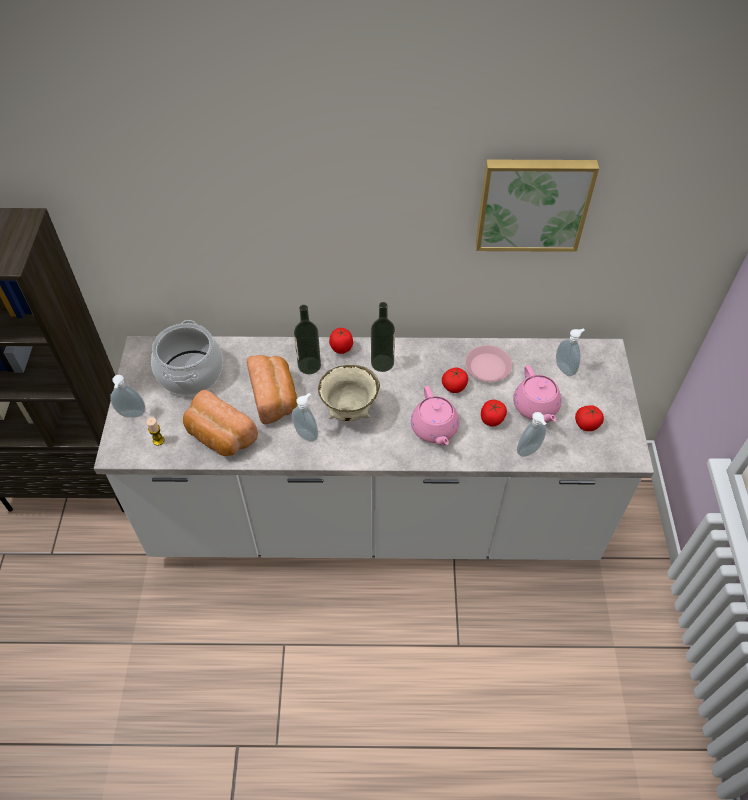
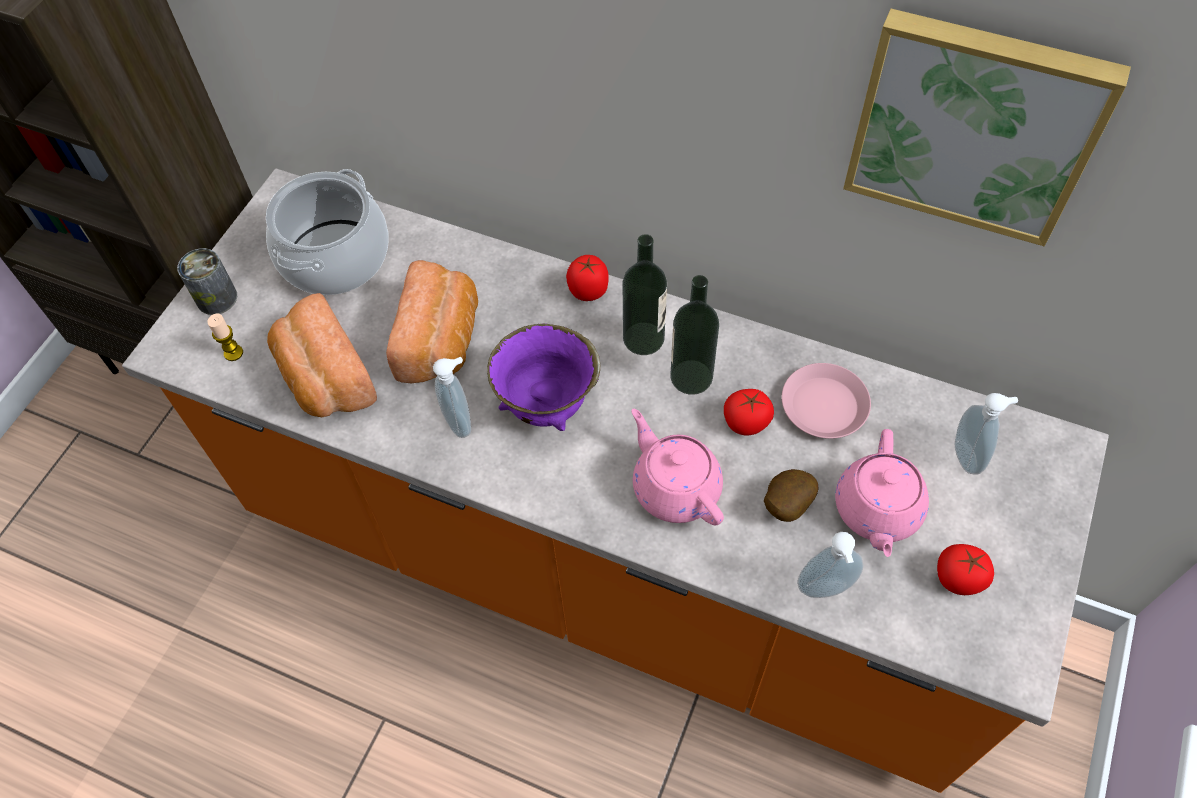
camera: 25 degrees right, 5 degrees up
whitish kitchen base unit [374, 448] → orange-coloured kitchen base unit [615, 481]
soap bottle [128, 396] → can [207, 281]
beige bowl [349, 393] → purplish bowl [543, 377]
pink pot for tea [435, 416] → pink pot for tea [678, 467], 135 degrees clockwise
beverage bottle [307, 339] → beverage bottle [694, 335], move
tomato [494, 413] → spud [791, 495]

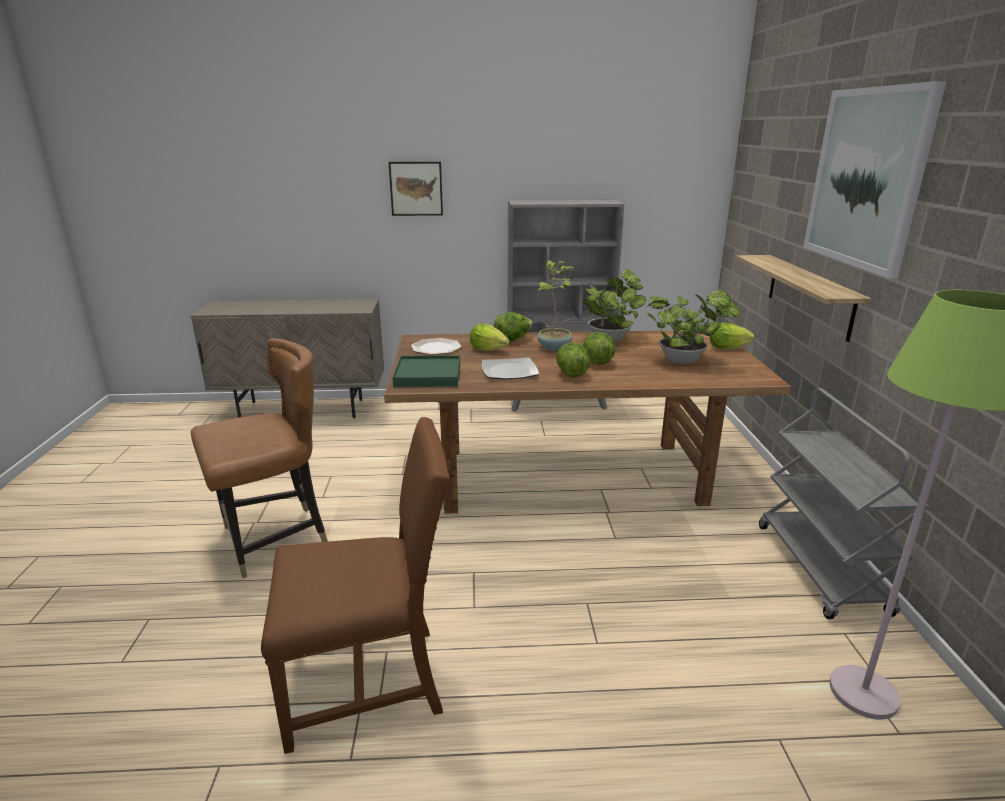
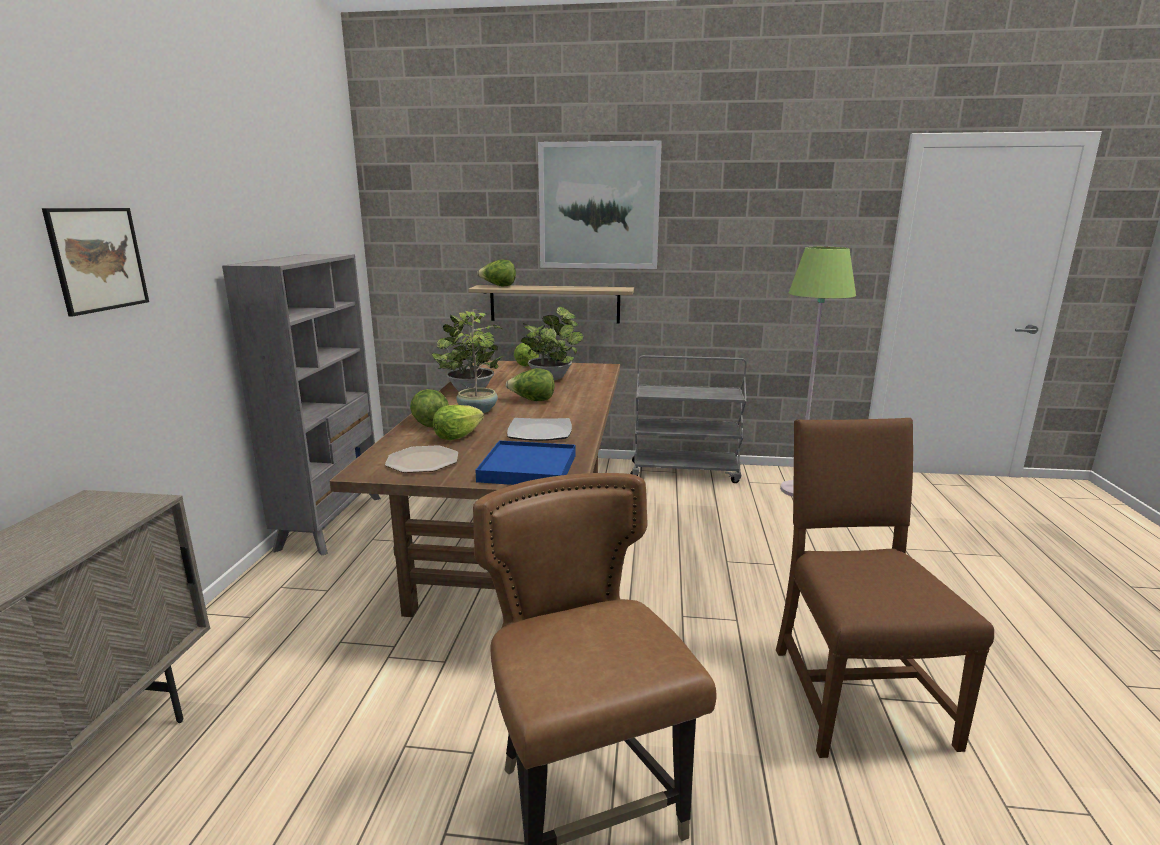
camera: 80 degrees left, 5 degrees down
green tray [426, 371] → blue tray [525, 463]
head of lettuce [573, 360] → head of lettuce [496, 272], move

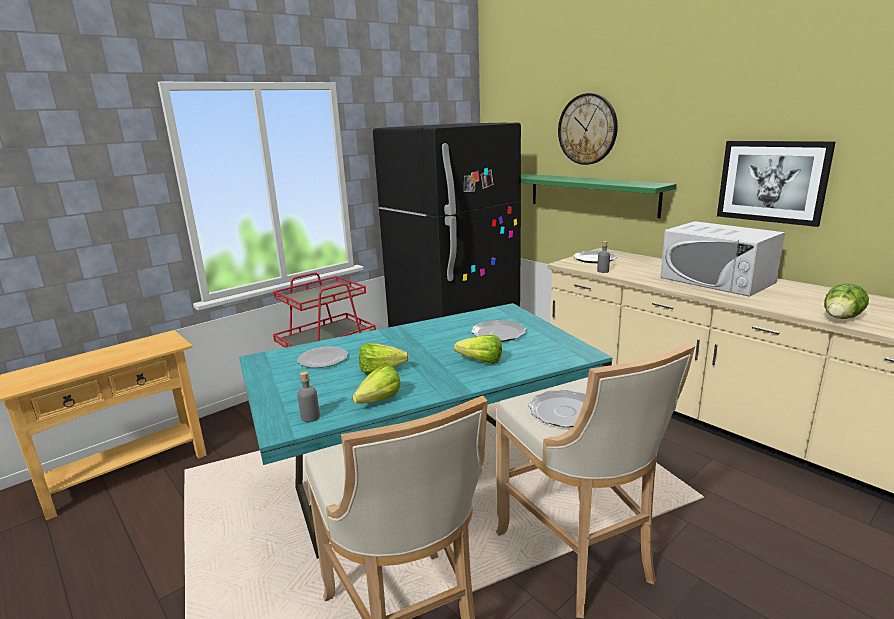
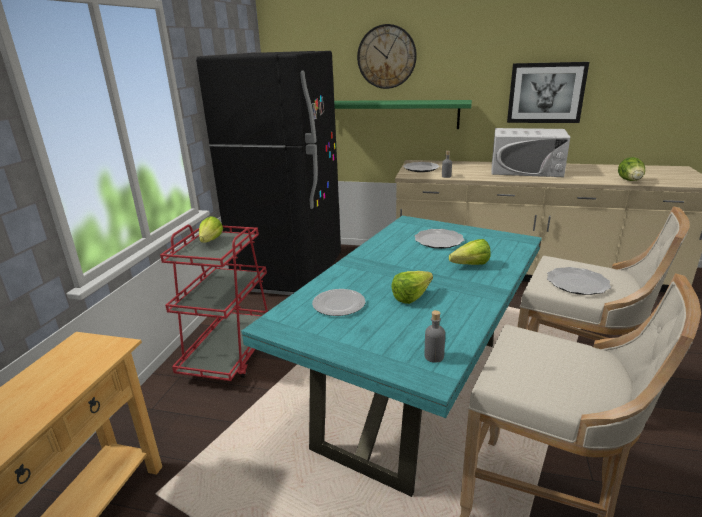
camera: 35 degrees left, 5 degrees up
head of lettuce [377, 384] → head of lettuce [211, 229], move

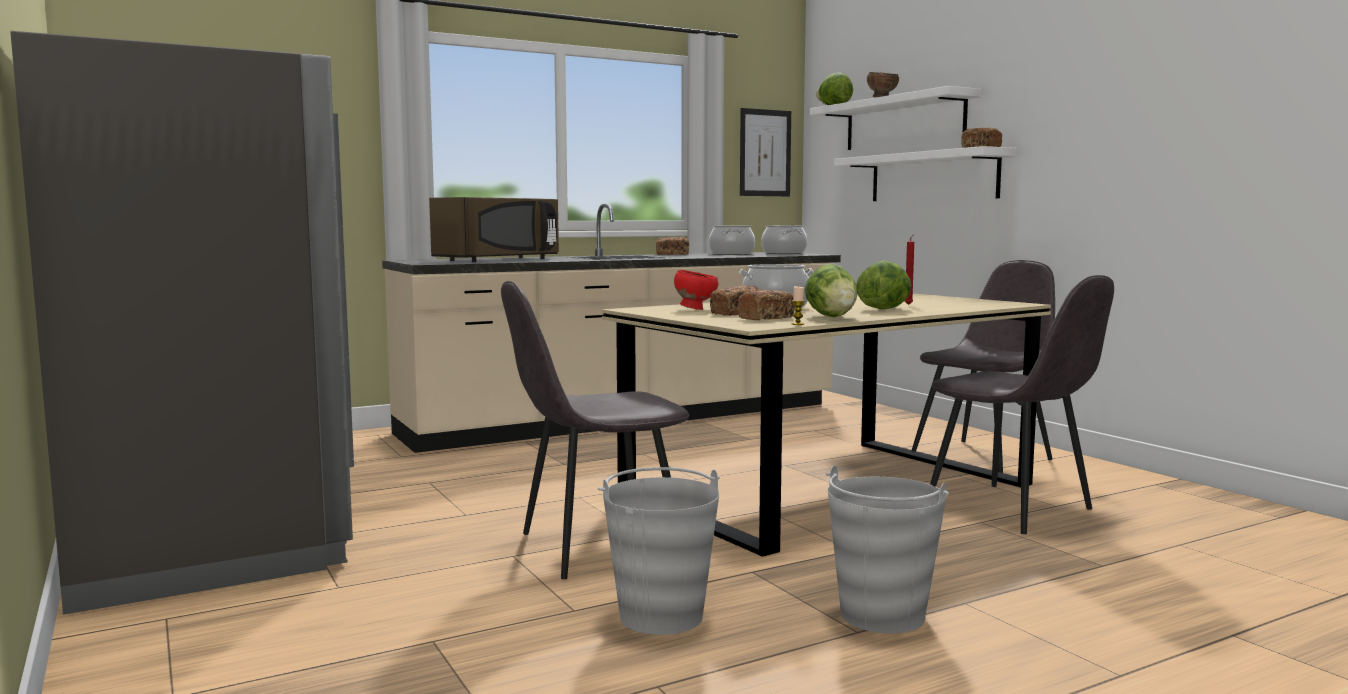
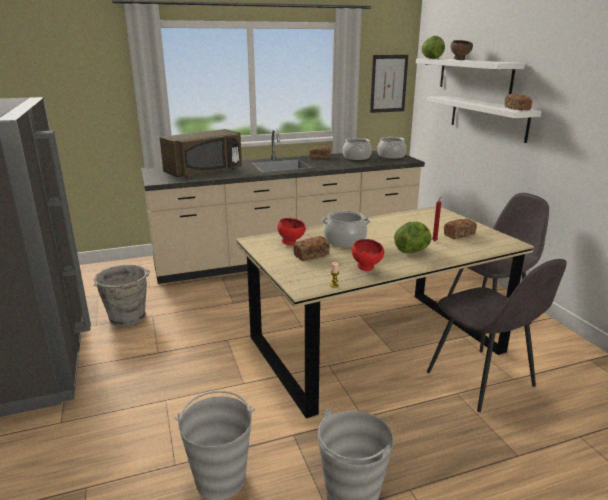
camera: 10 degrees right, 15 degrees up
- → gray pail [122, 295]
head of lettuce [831, 290] → reddish bowl [368, 255]
bread [766, 305] → bread [460, 229], move
gray plain chair [595, 430] → -

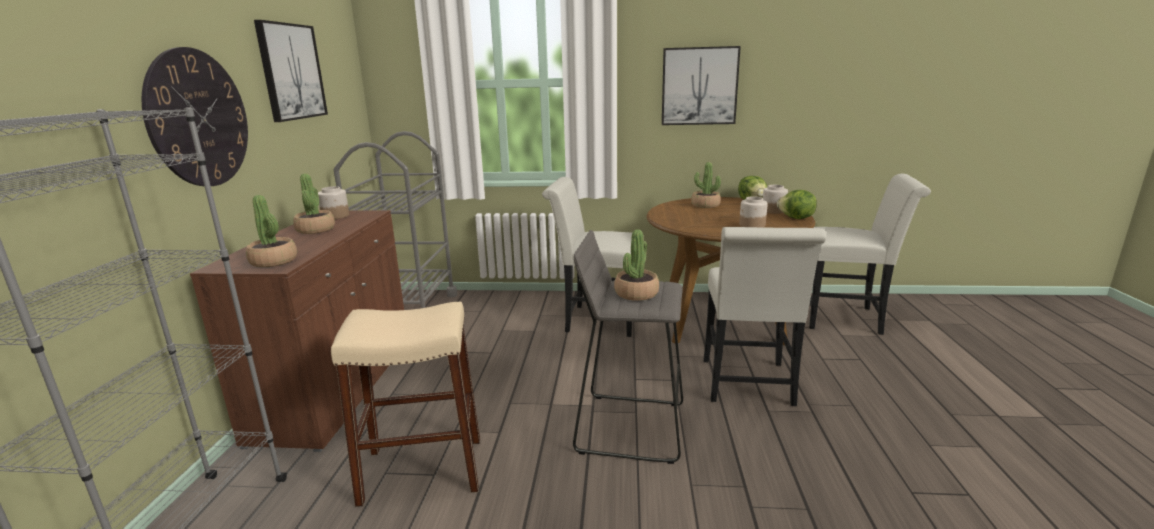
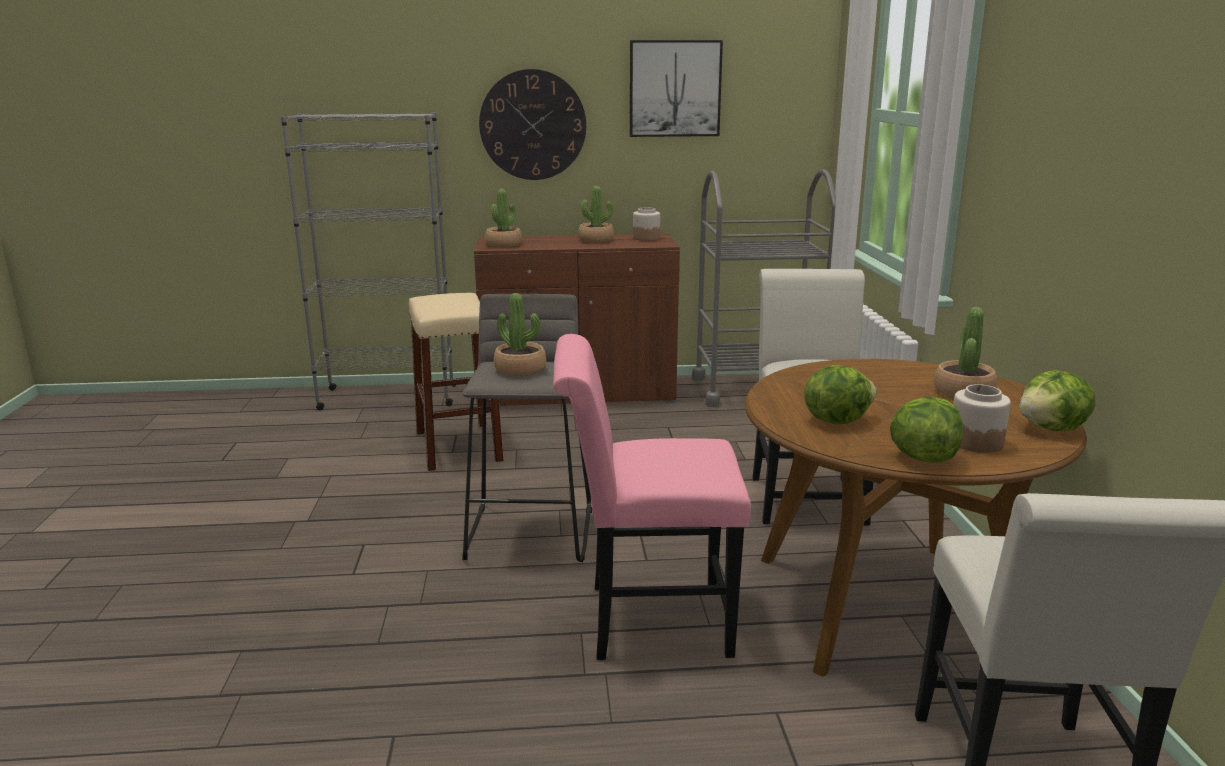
camera: 80 degrees right, 0 degrees up
whitish plain chair [765, 316] → pink plain chair [652, 497]
preserve jar [753, 211] → head of lettuce [840, 395]
wall art [701, 85] → -

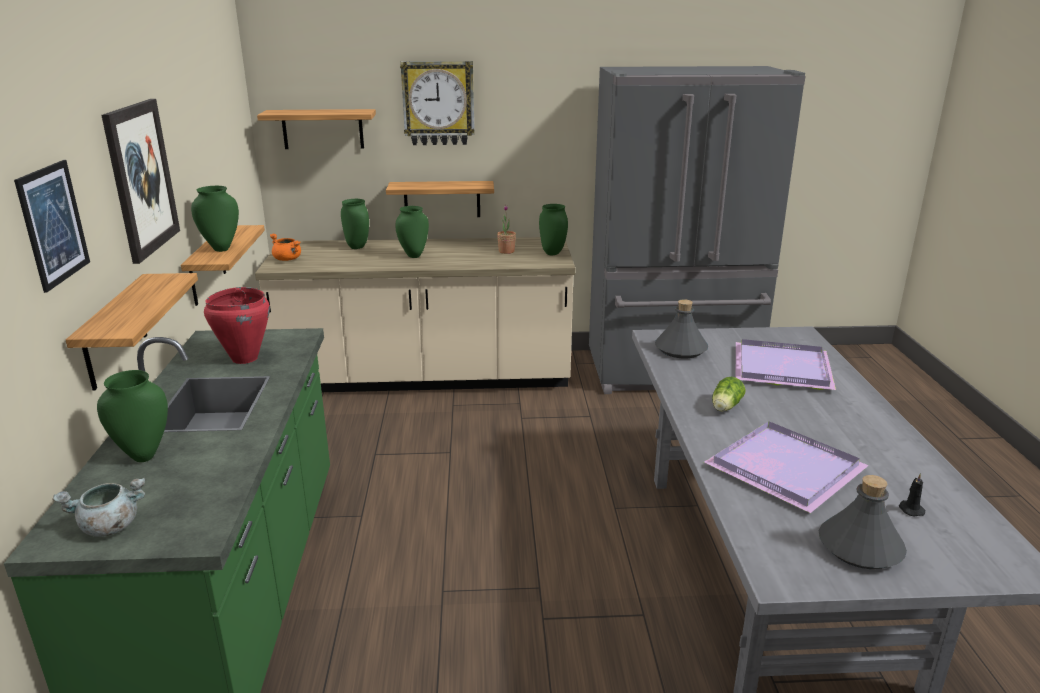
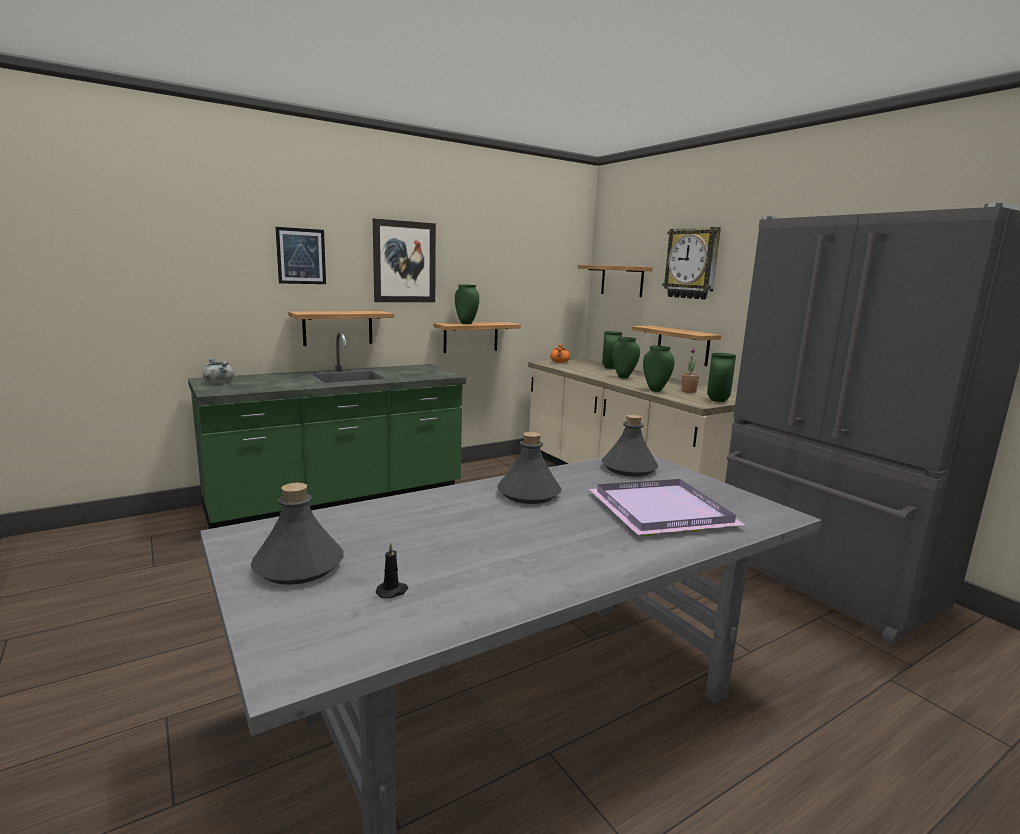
camera: 60 degrees right, 10 degrees down
head of lettuce [729, 394] → gray beverage bottle [529, 468]
green decorative vase [132, 416] → green decorative vase [658, 369], move
reddish saucepot [237, 325] → -
purplish tray [786, 467] → -

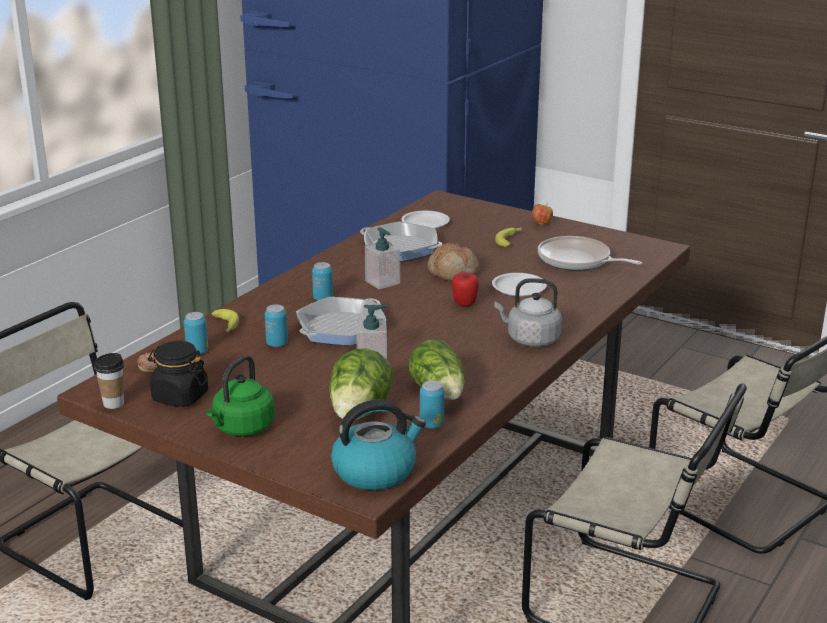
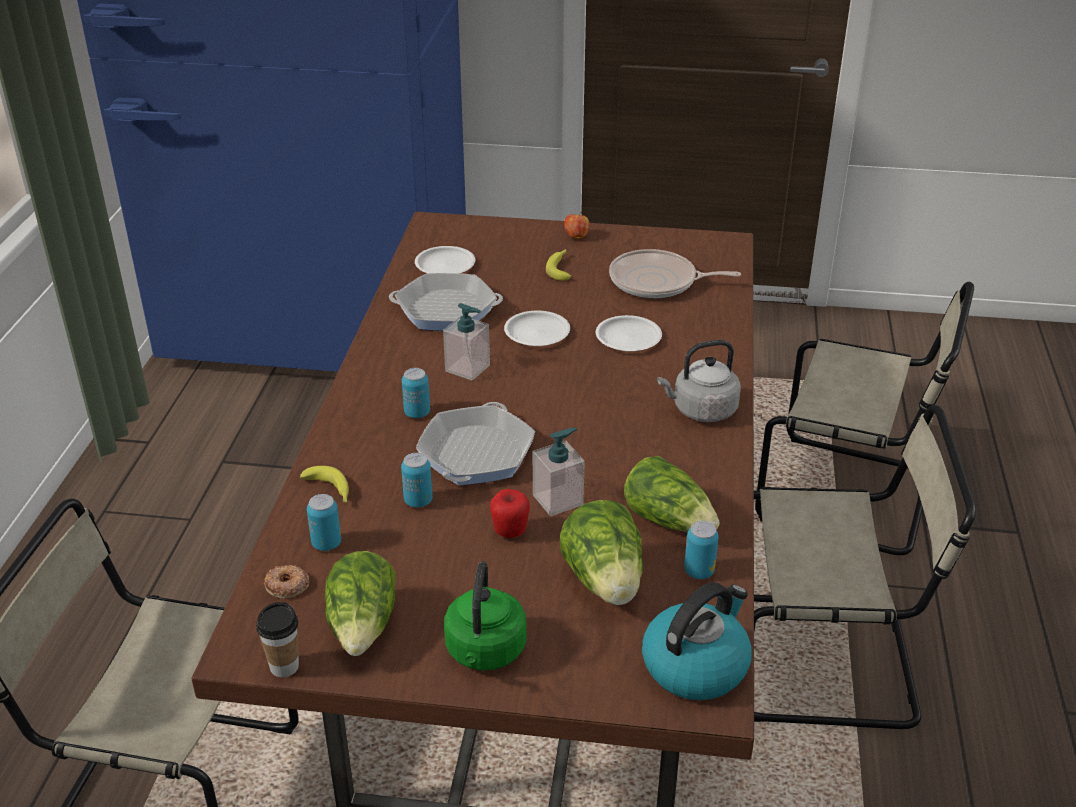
camera: 25 degrees left, 10 degrees up
black-coloured preserve jar [178, 374] → head of lettuce [360, 603]
apple fruit [465, 289] → apple fruit [510, 513], move
bread [453, 261] → whitish dinner plate [537, 328]

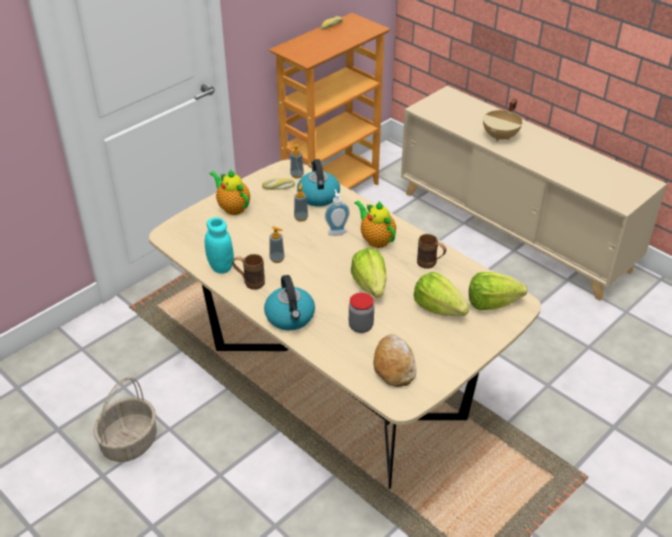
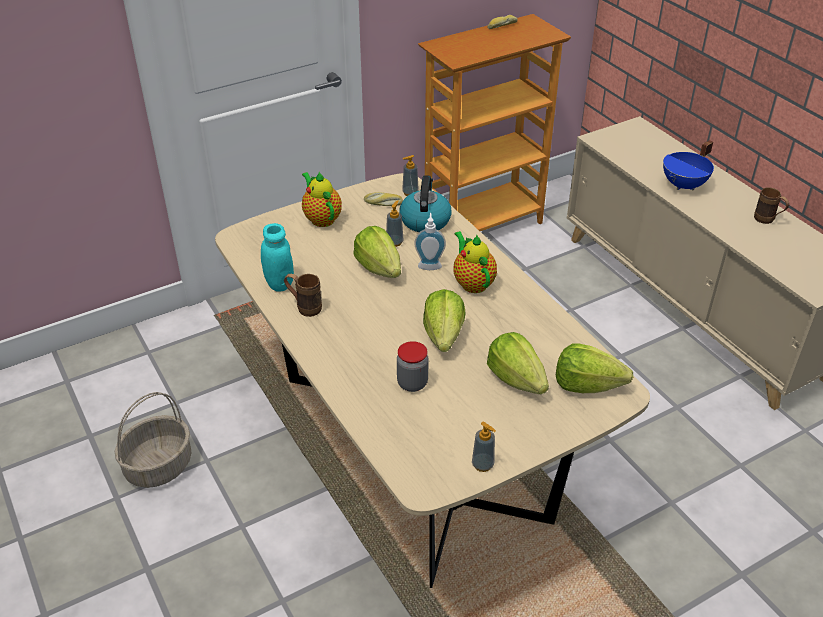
camera: 15 degrees right, 0 degrees up
- → head of lettuce [377, 252]
soap bottle [277, 244] → soap bottle [484, 447], move
beige saucepot [503, 119] → blue saucepot [688, 165]
brownish coffee mug [431, 251] → brownish coffee mug [771, 205], move
kettle [289, 302] → -
bread [395, 360] → -

